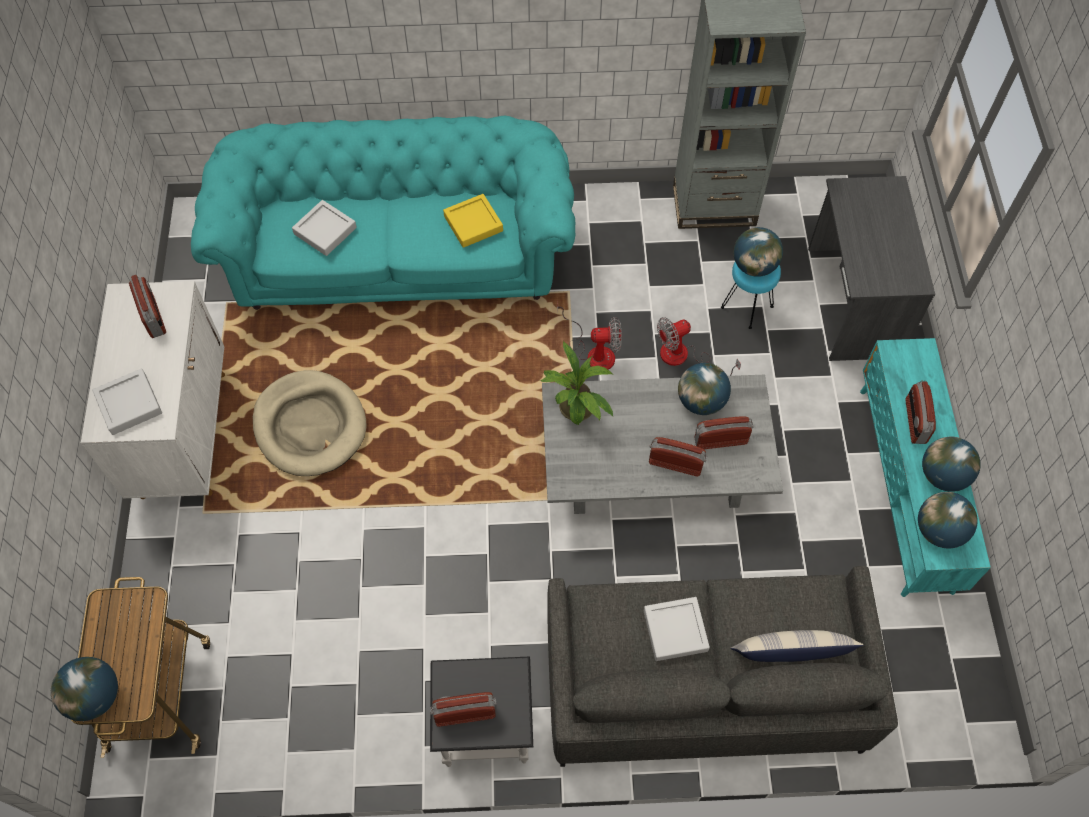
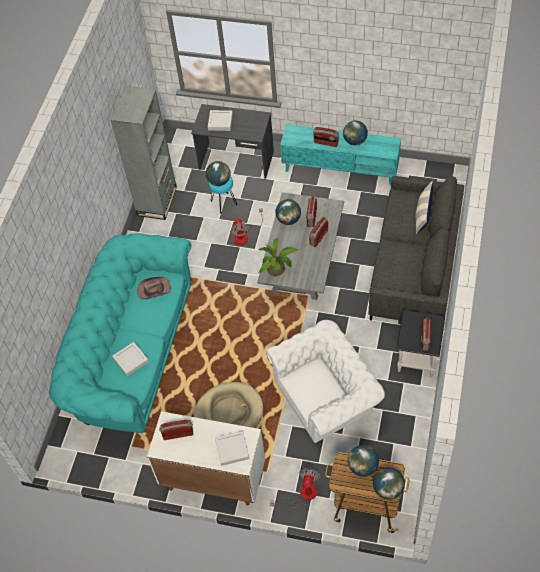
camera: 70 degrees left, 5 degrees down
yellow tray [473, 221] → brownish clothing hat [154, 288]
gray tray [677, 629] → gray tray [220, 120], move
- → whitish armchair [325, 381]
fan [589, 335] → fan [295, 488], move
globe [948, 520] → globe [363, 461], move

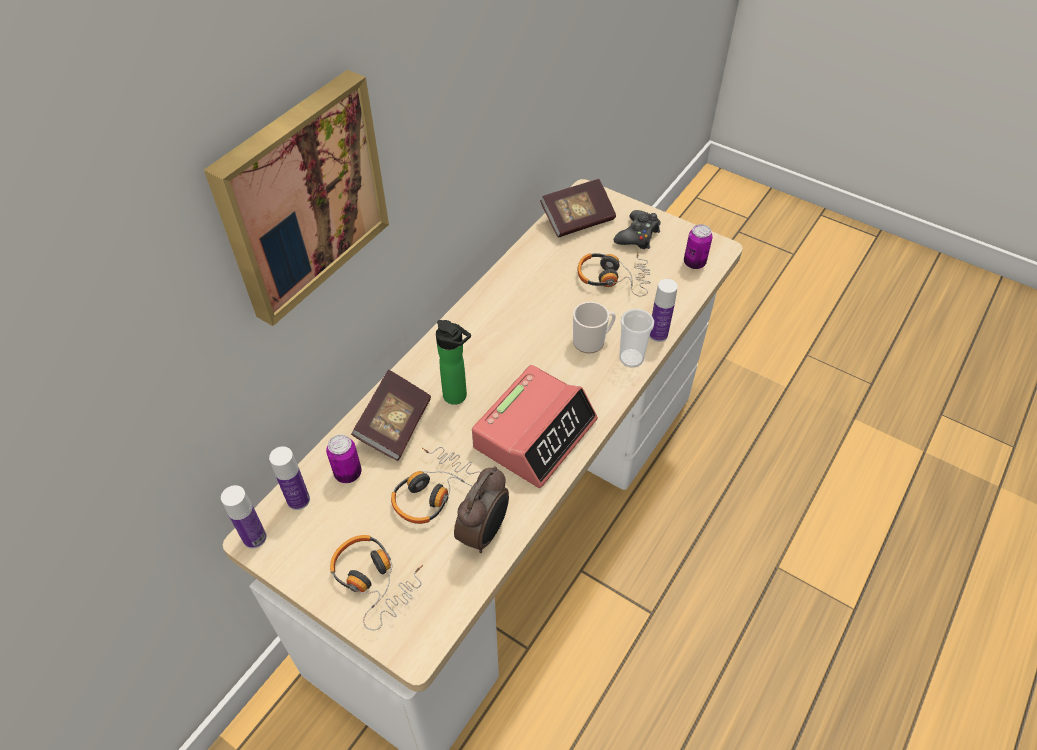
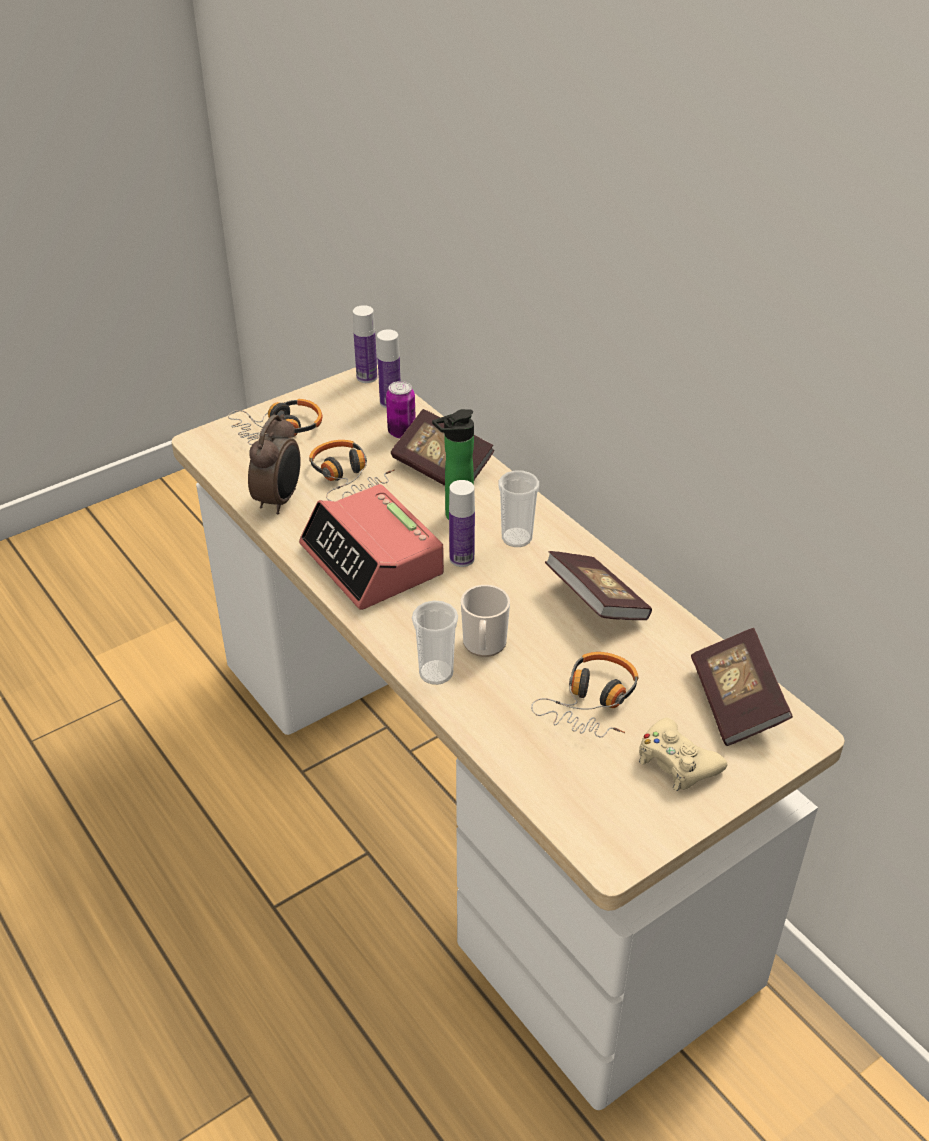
camera: 110 degrees right, 10 degrees down
bedside clock [481, 509] → bedside clock [274, 464], 120 degrees counterclockwise
beverage bottle [664, 310] → beverage bottle [462, 523], move
- → small cup [519, 508]
- → volume [598, 585]
black-coloured game controller [637, 229] → beige game controller [683, 754]
wall art [296, 198] → -
can [698, 246] → -

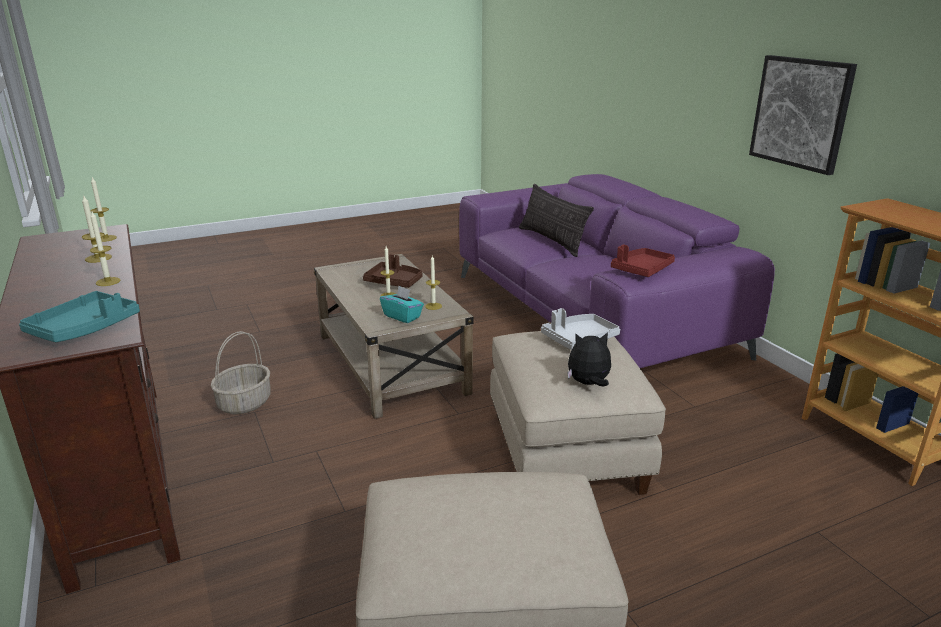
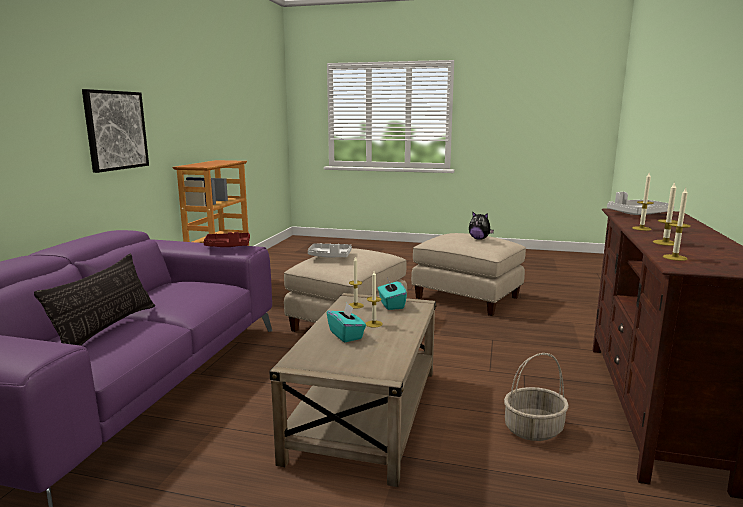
camera: 140 degrees left, 10 degrees down
brownish tray [392, 271] → turquoise tissue box [346, 322]
plush toy [589, 359] → plush toy [481, 225], move
turquoise tray [79, 316] → gray tray [641, 203]

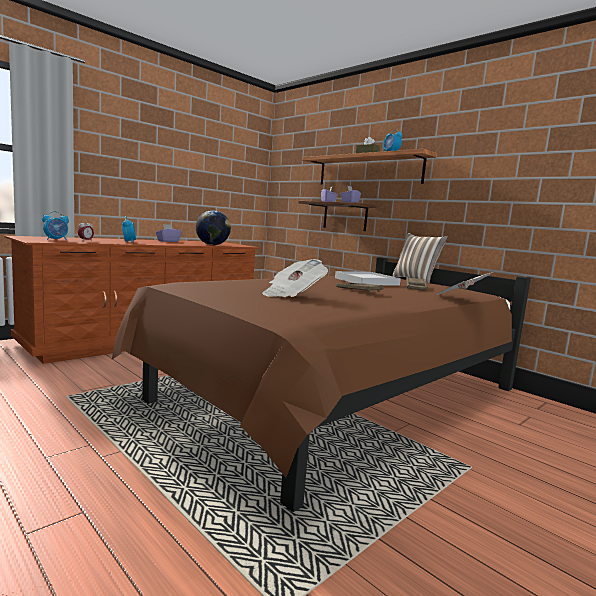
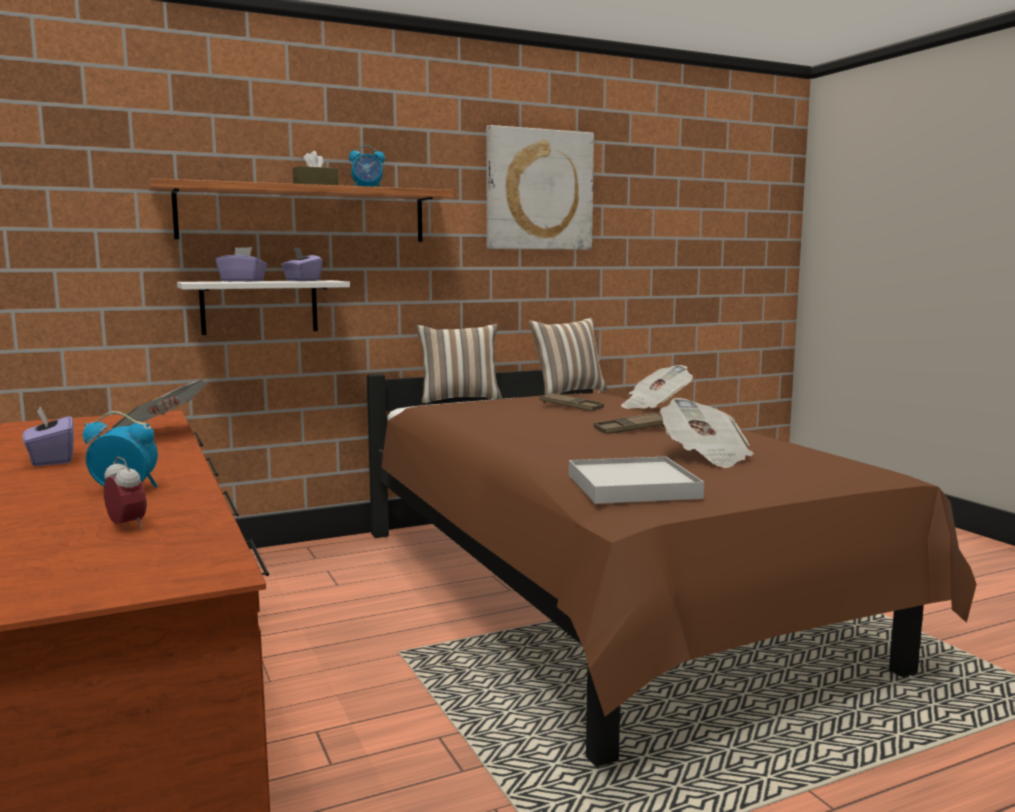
camera: 70 degrees left, 0 degrees up
globe [213, 227] → printed paper [156, 406]
brownish shelf [337, 216] → whitish shelf [263, 307]
- → wall art [540, 187]
- → pillow [568, 356]
whitish tray [368, 278] → whitish tray [636, 480], move
bedside clock [55, 226] → -

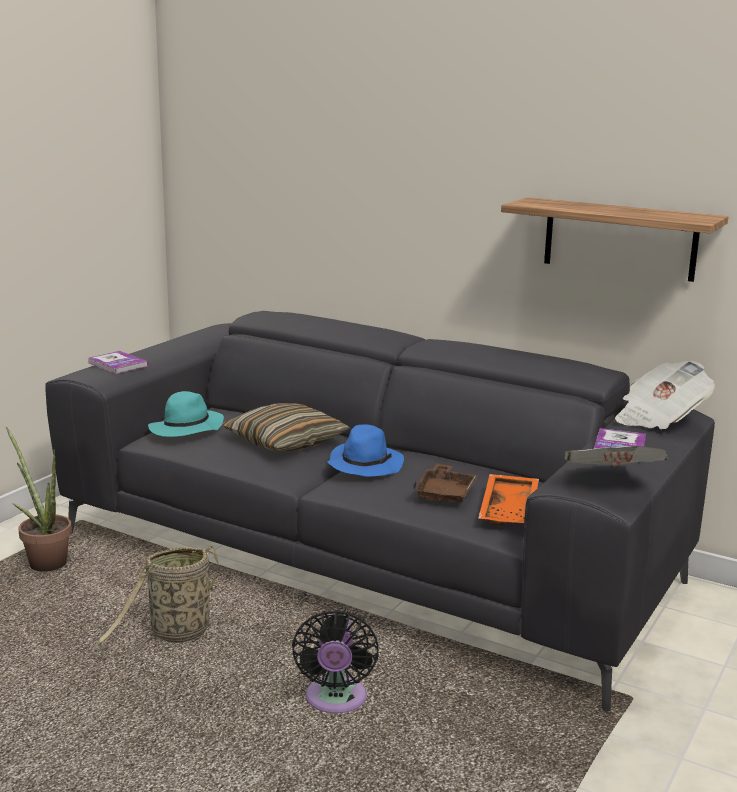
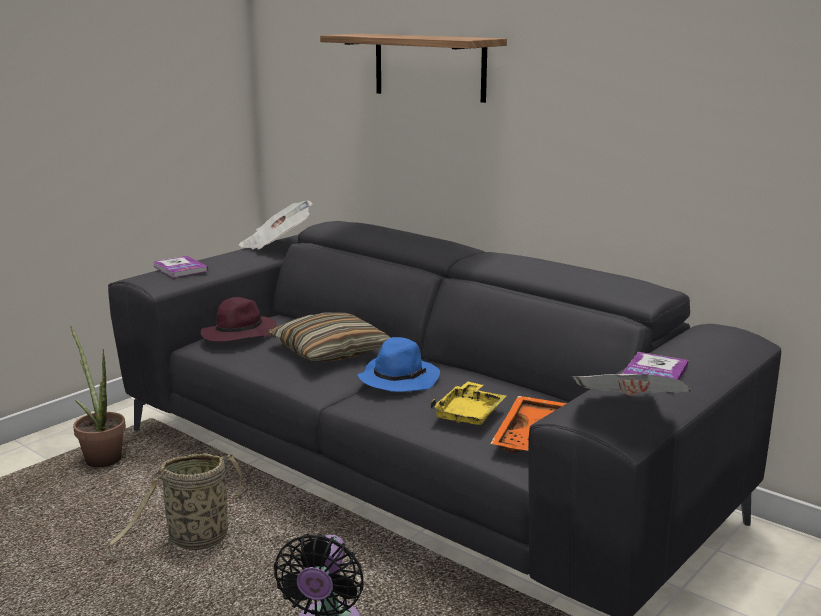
camera: 10 degrees right, 0 degrees up
turquoise clothing hat [186, 414] → purplish clothing hat [239, 319]
printed paper [665, 395] → printed paper [276, 225], move
shelf [614, 239] → shelf [413, 68], move
brownish tray [445, 483] → yellow tray [468, 403]

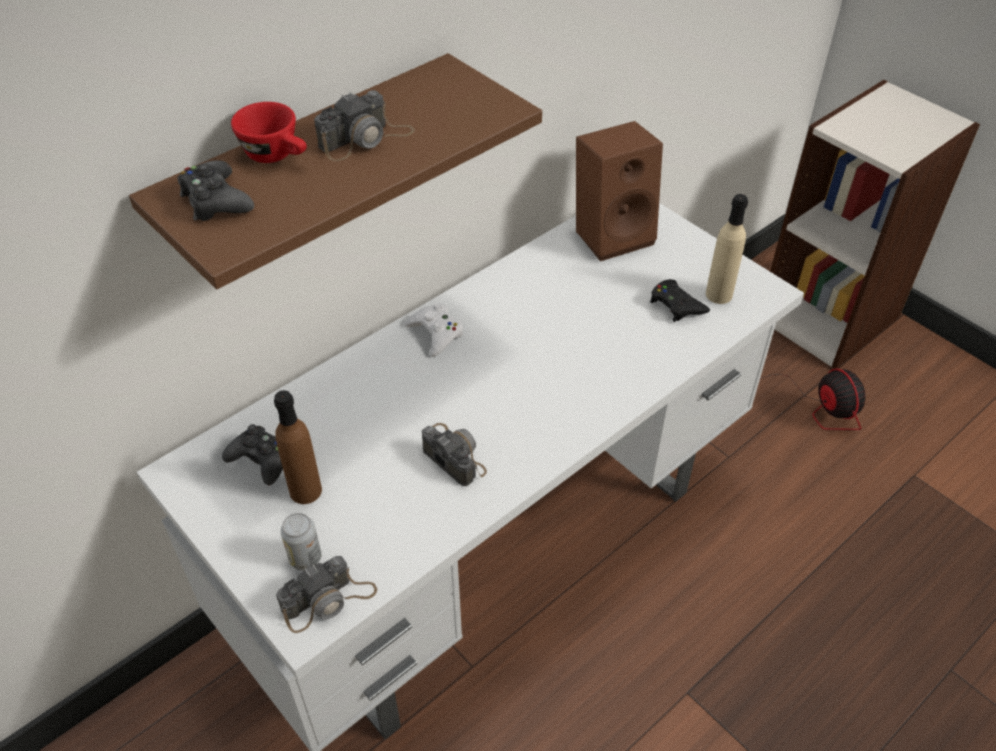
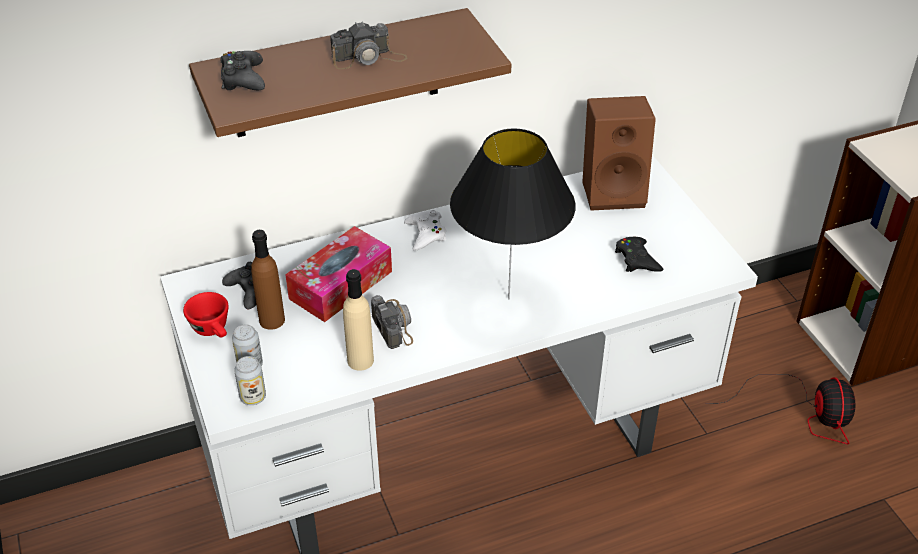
camera: 20 degrees right, 5 degrees down
reddish small cup [269, 132] → reddish small cup [206, 314], move
still camera [326, 594] → can [250, 380]
- → tissue box [338, 274]
beige beverage bottle [727, 249] → beige beverage bottle [358, 320], move
- → black-coloured tabletop lamp [513, 213]

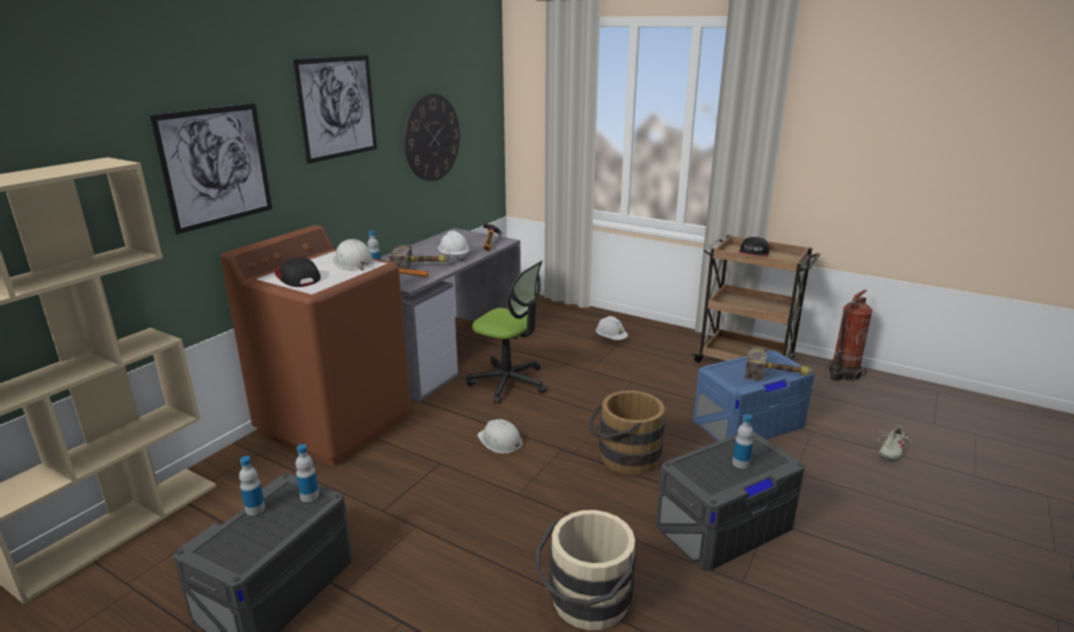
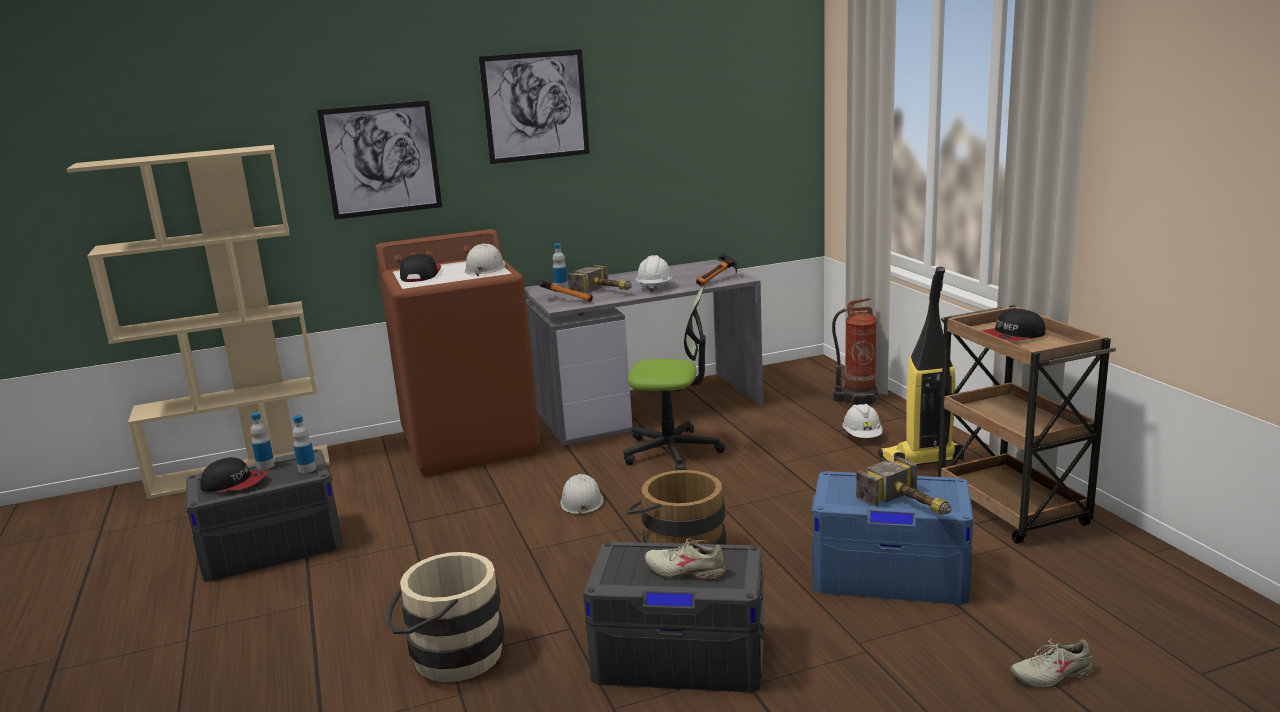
camera: 40 degrees right, 5 degrees down
- → peaked cap [234, 474]
computer chair [506, 332] → computer chair [674, 378], 60 degrees counterclockwise
beverage bottle [742, 441] → beige shoe [685, 558]
extinguisher [849, 336] → extinguisher [855, 352], move
- → vacuum [921, 366]
hanging clock [432, 137] → -

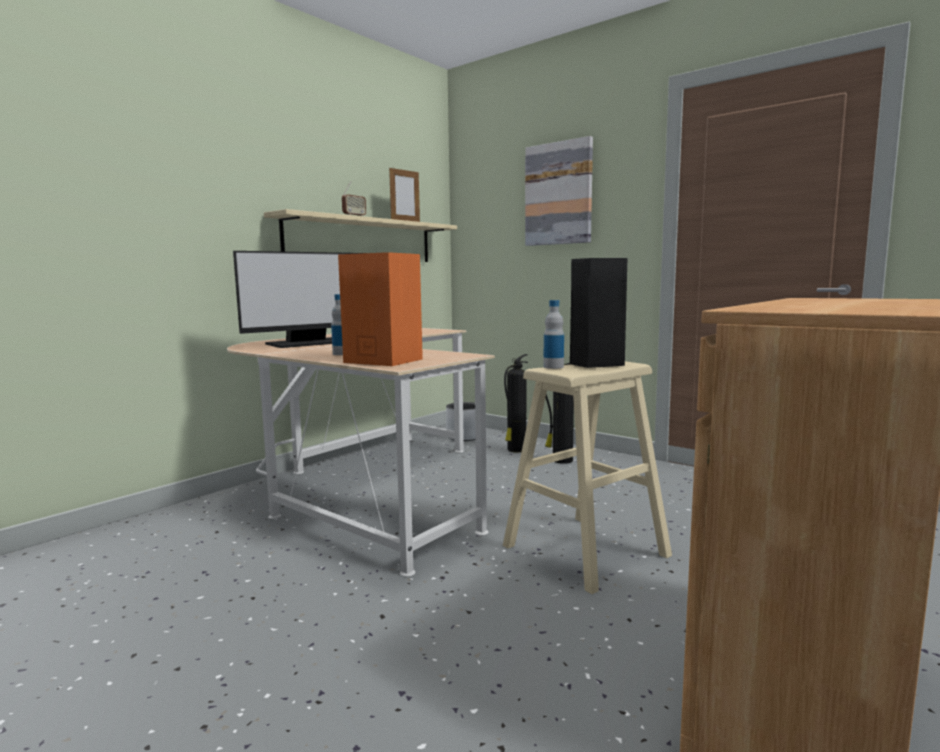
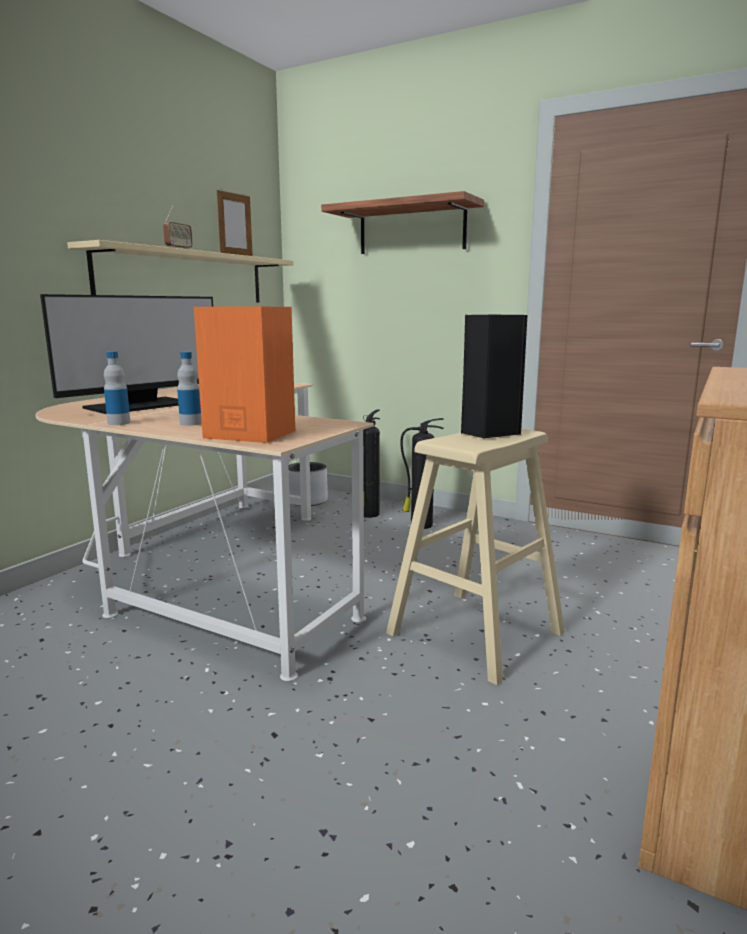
camera: 10 degrees left, 5 degrees up
beverage bottle [554, 334] → beverage bottle [117, 388], move
wall art [559, 191] → shelf [402, 222]

